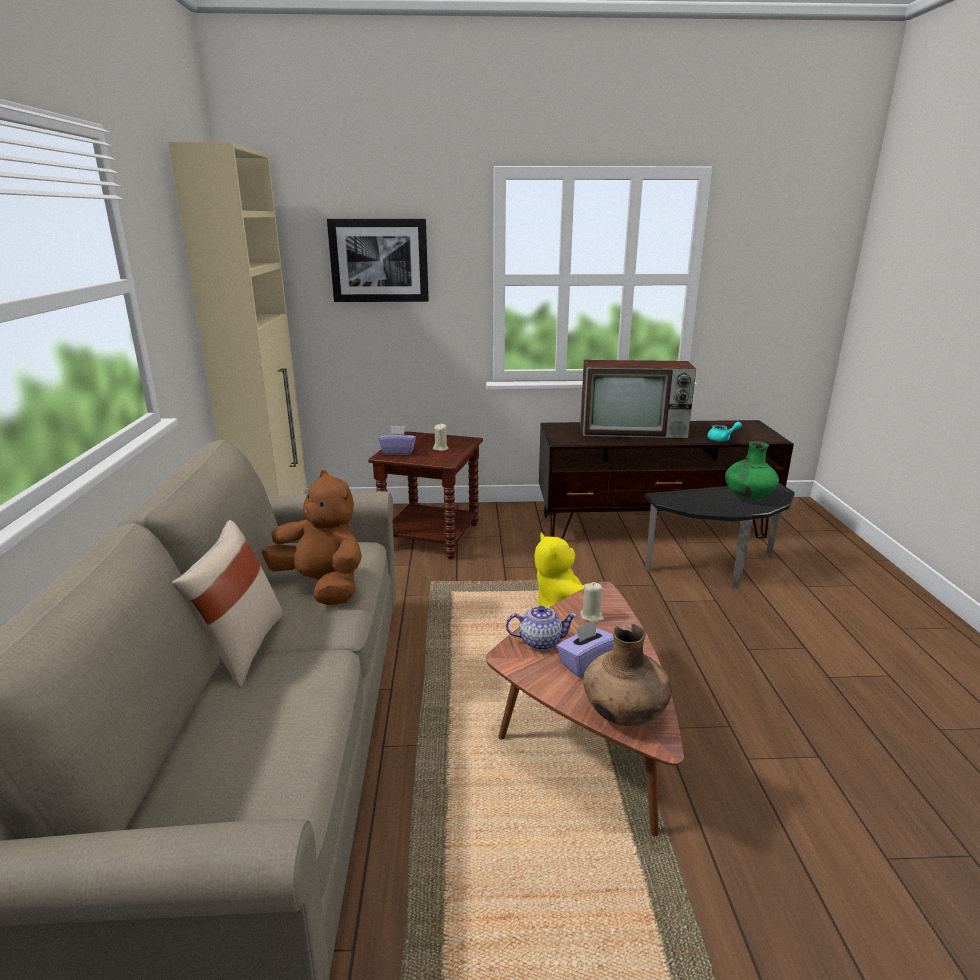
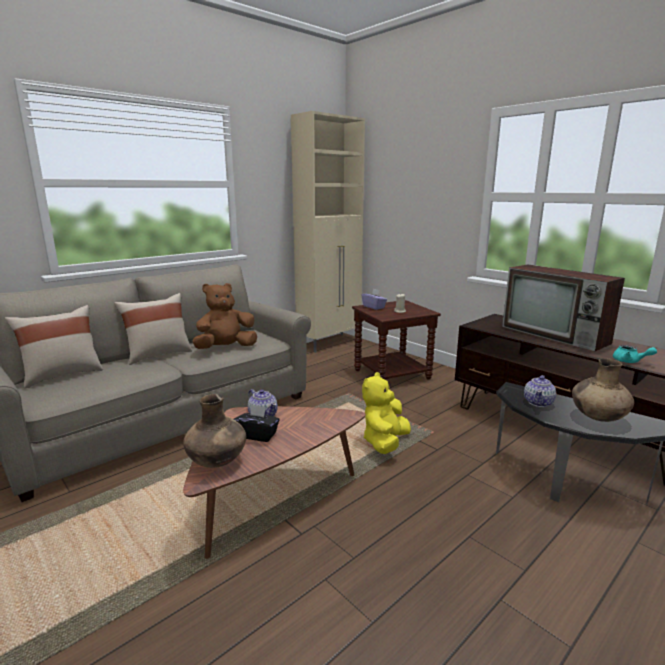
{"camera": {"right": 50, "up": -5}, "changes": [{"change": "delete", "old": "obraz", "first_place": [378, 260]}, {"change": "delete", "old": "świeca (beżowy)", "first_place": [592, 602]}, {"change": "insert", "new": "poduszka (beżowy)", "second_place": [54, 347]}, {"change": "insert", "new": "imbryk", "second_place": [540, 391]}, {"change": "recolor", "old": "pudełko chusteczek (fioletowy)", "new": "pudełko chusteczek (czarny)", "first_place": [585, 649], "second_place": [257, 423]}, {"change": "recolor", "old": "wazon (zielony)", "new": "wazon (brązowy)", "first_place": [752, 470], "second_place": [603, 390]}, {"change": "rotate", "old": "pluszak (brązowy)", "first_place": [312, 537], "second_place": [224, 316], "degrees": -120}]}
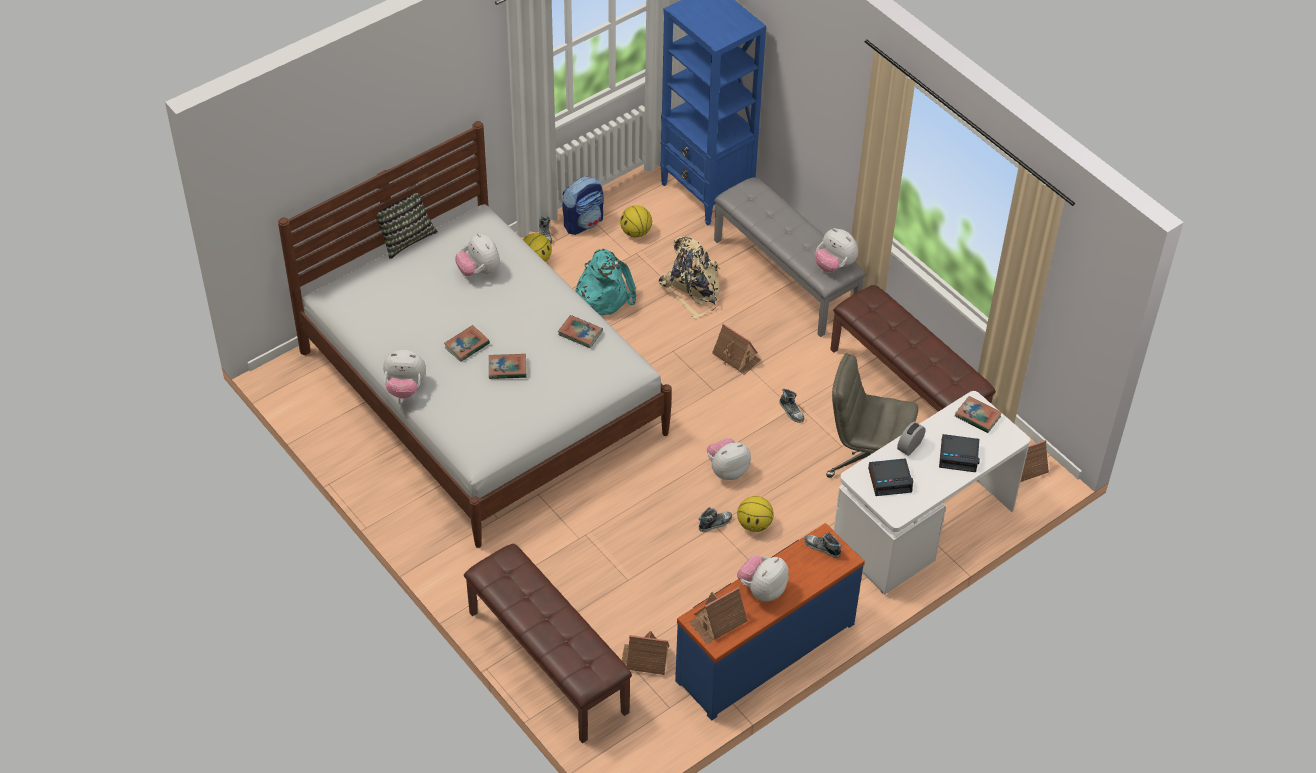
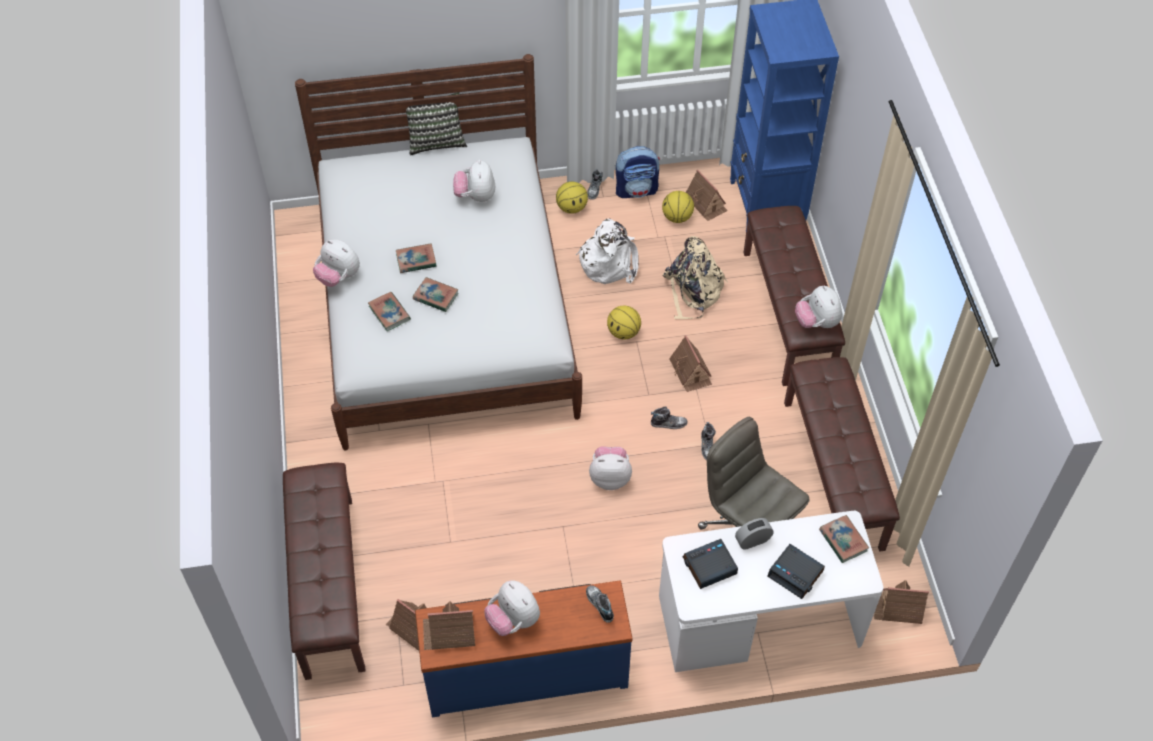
{"camera": {"right": 30, "up": 5}, "changes": [{"change": "insert", "new": "domek", "second_place": [707, 195]}, {"change": "move", "old": "książka", "first_place": [580, 331], "second_place": [389, 311]}, {"change": "move", "old": "but", "first_place": [715, 519], "second_place": [669, 417]}, {"change": "move", "old": "piłka do koszykówki", "first_place": [755, 514], "second_place": [624, 323]}, {"change": "recolor", "old": "plecak (turkusowy)", "new": "plecak (biały)", "first_place": [606, 282], "second_place": [607, 251]}, {"change": "recolor", "old": "ławka (szary)", "new": "ławka (brązowy)", "first_place": [790, 257], "second_place": [794, 296]}, {"change": "rotate", "old": "pluszak", "first_place": [763, 578], "second_place": [512, 608], "degrees": -105}, {"change": "rotate", "old": "budzik", "first_place": [890, 477], "second_place": [710, 564], "degrees": 135}]}
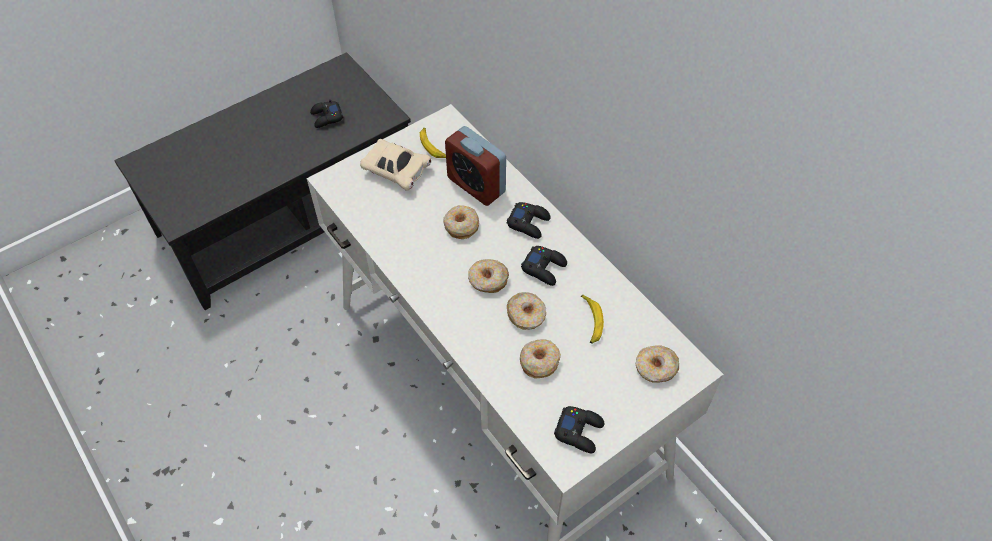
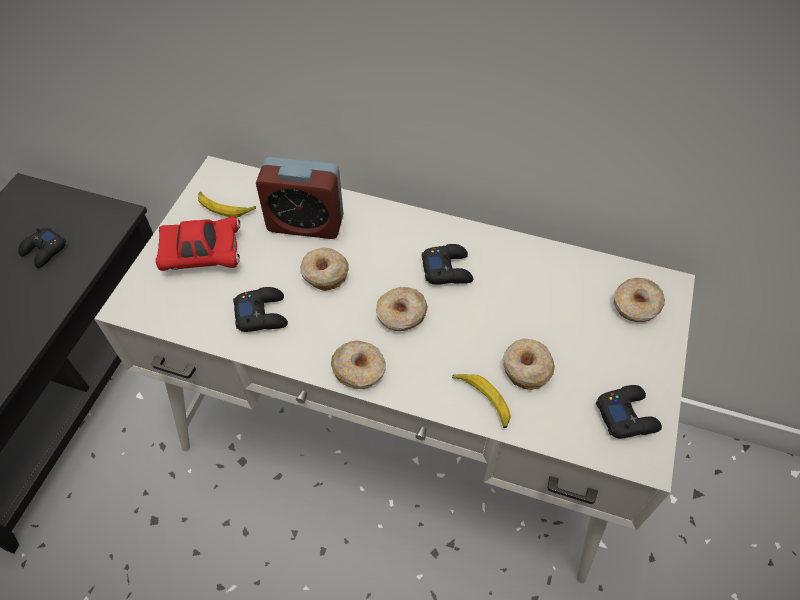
{"camera": {"right": -35, "up": 0}, "changes": [{"change": "move", "old": "pad do gier (czarny)", "first_place": [528, 220], "second_place": [260, 309]}, {"change": "move", "old": "donut", "first_place": [526, 311], "second_place": [358, 364]}, {"change": "move", "old": "banan", "first_place": [592, 319], "second_place": [481, 401]}, {"change": "recolor", "old": "samochodzik (beżowy)", "new": "samochodzik (czerwony)", "first_place": [396, 165], "second_place": [198, 243]}]}
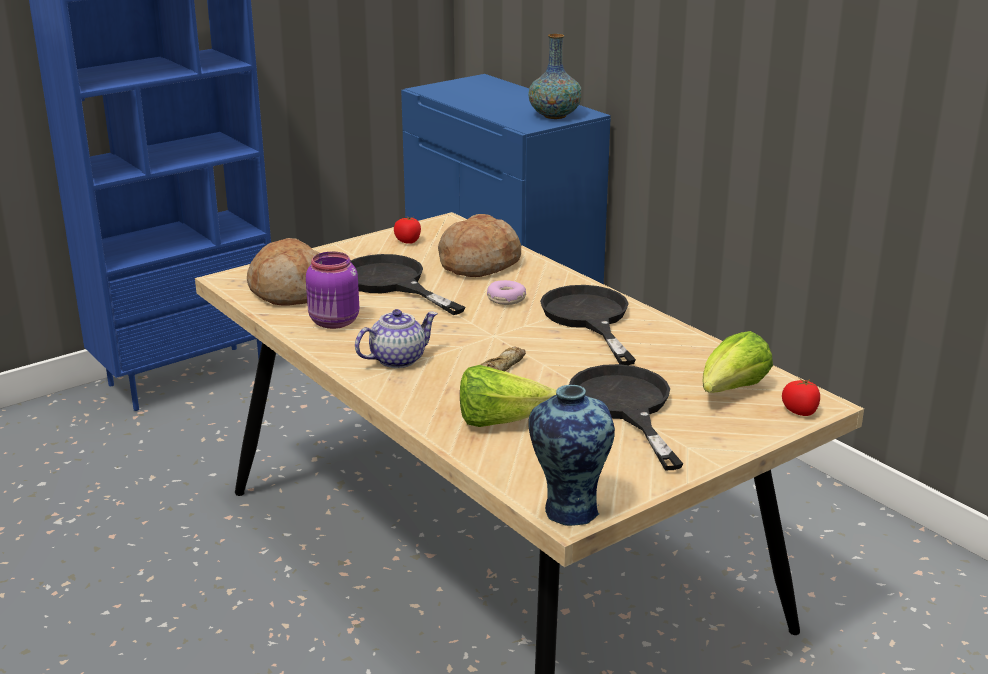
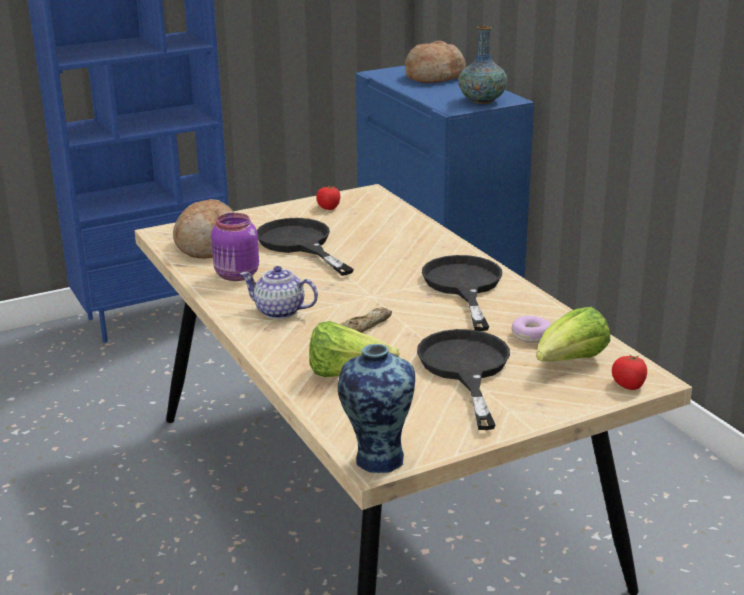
{"camera": {"right": 10, "up": 0}, "changes": [{"change": "move", "old": "chleb", "first_place": [479, 245], "second_place": [435, 62]}, {"change": "move", "old": "donut", "first_place": [506, 292], "second_place": [531, 329]}, {"change": "rotate", "old": "imbryk", "first_place": [396, 338], "second_place": [279, 292], "degrees": -135}]}
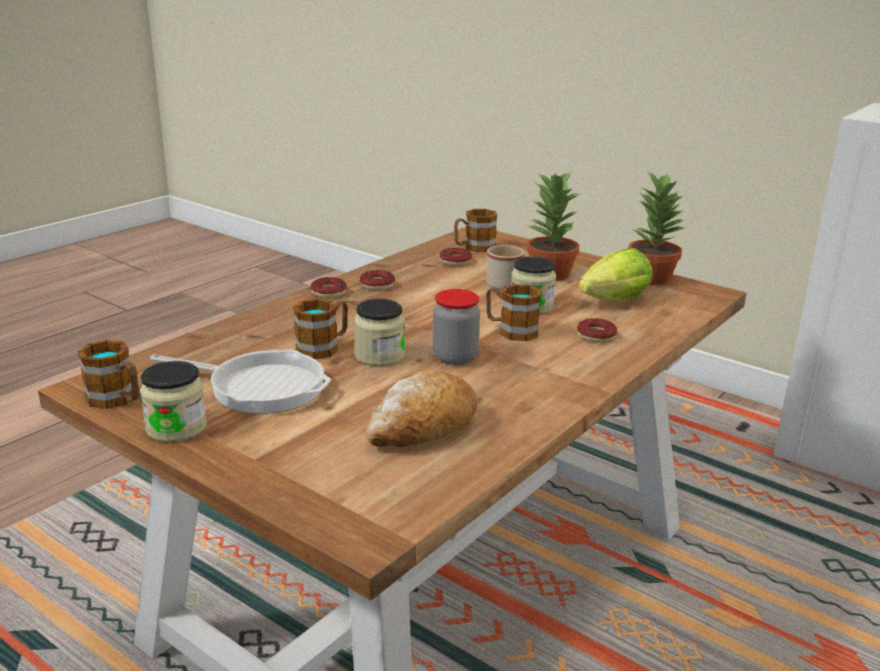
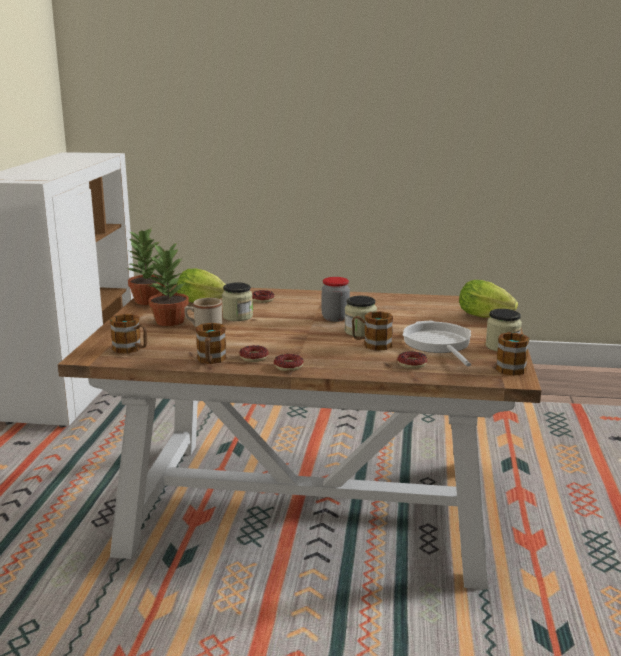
{"camera": {"right": -120, "up": -5}, "changes": [{"change": "delete", "old": "chleb", "first_place": [421, 408]}, {"change": "insert", "new": "sałata", "second_place": [488, 299]}, {"change": "move", "old": "donut", "first_place": [456, 257], "second_place": [412, 360]}, {"change": "move", "old": "kubek", "first_place": [513, 312], "second_place": [211, 343]}]}
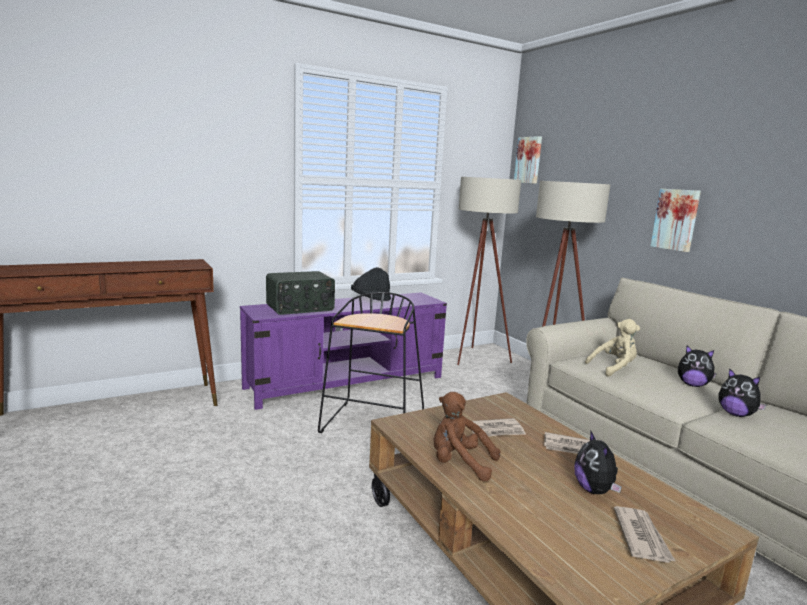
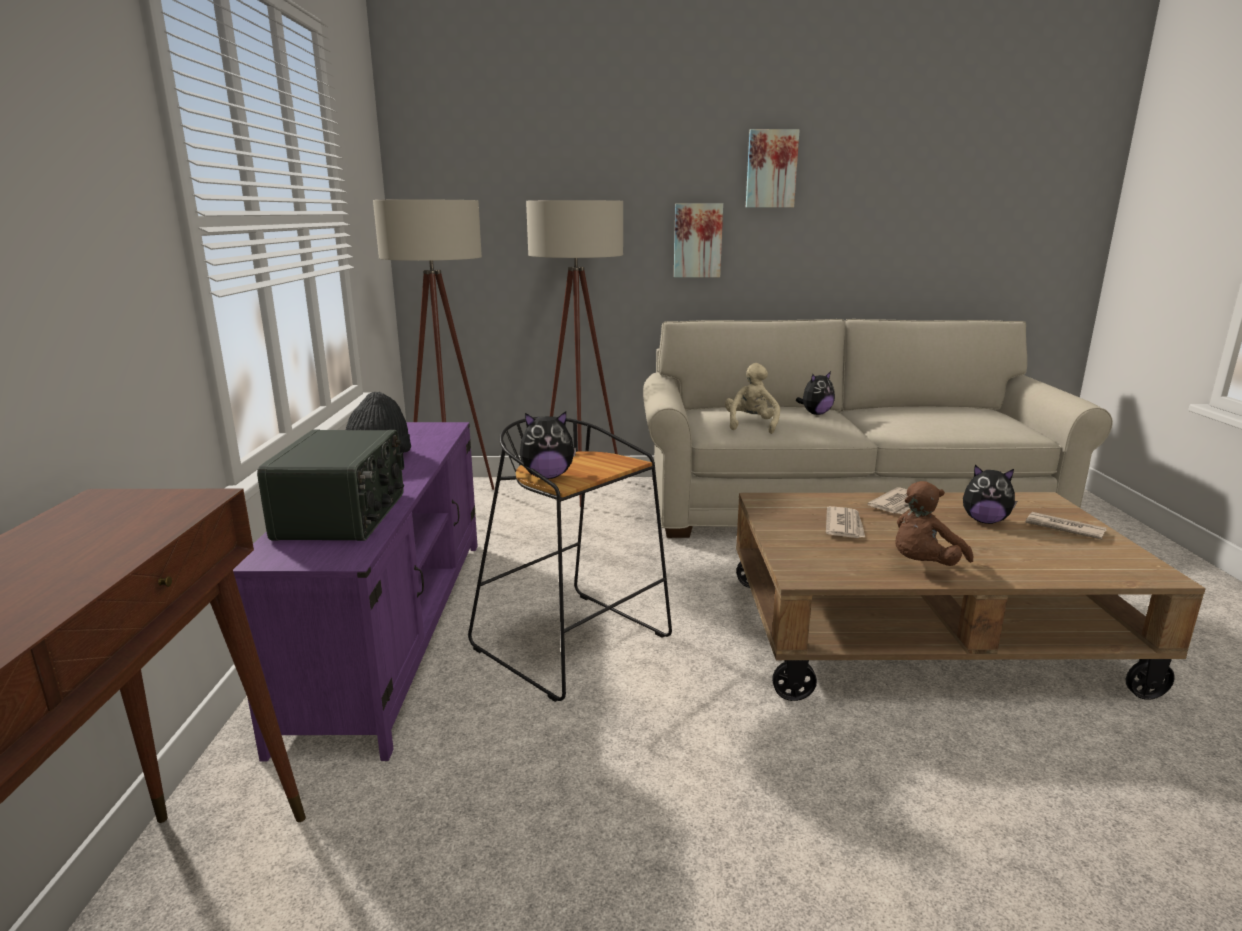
{"camera": {"right": -60, "up": 5}, "changes": [{"change": "move", "old": "obraz", "first_place": [528, 160], "second_place": [773, 168]}, {"change": "move", "old": "pluszak", "first_place": [742, 392], "second_place": [548, 445]}]}
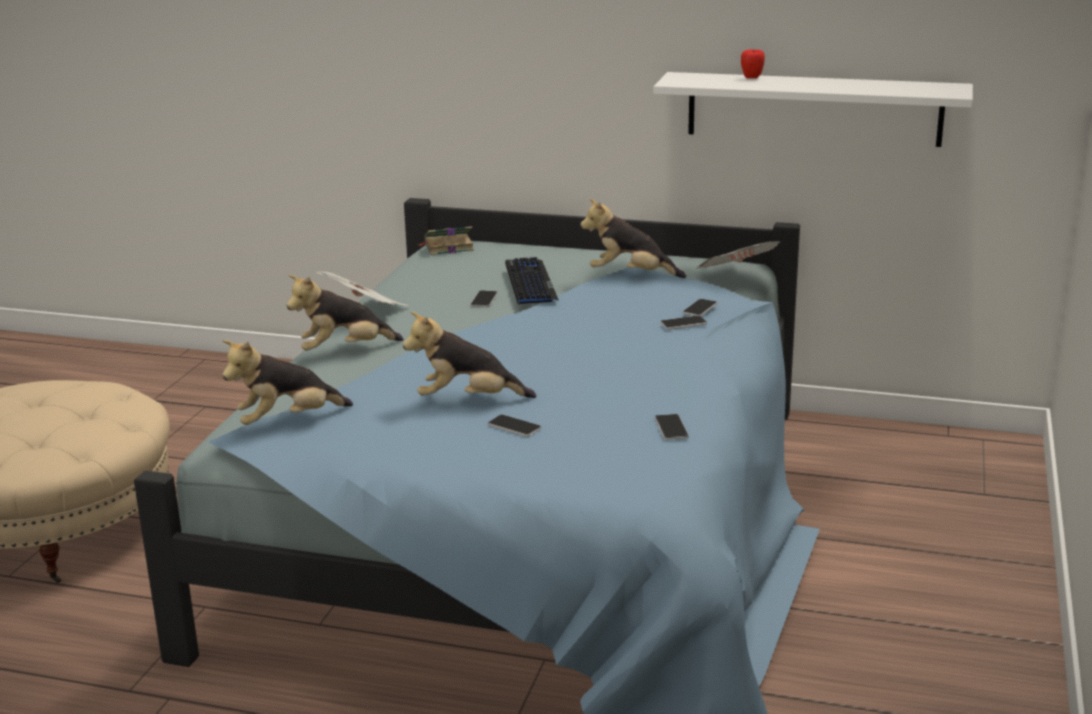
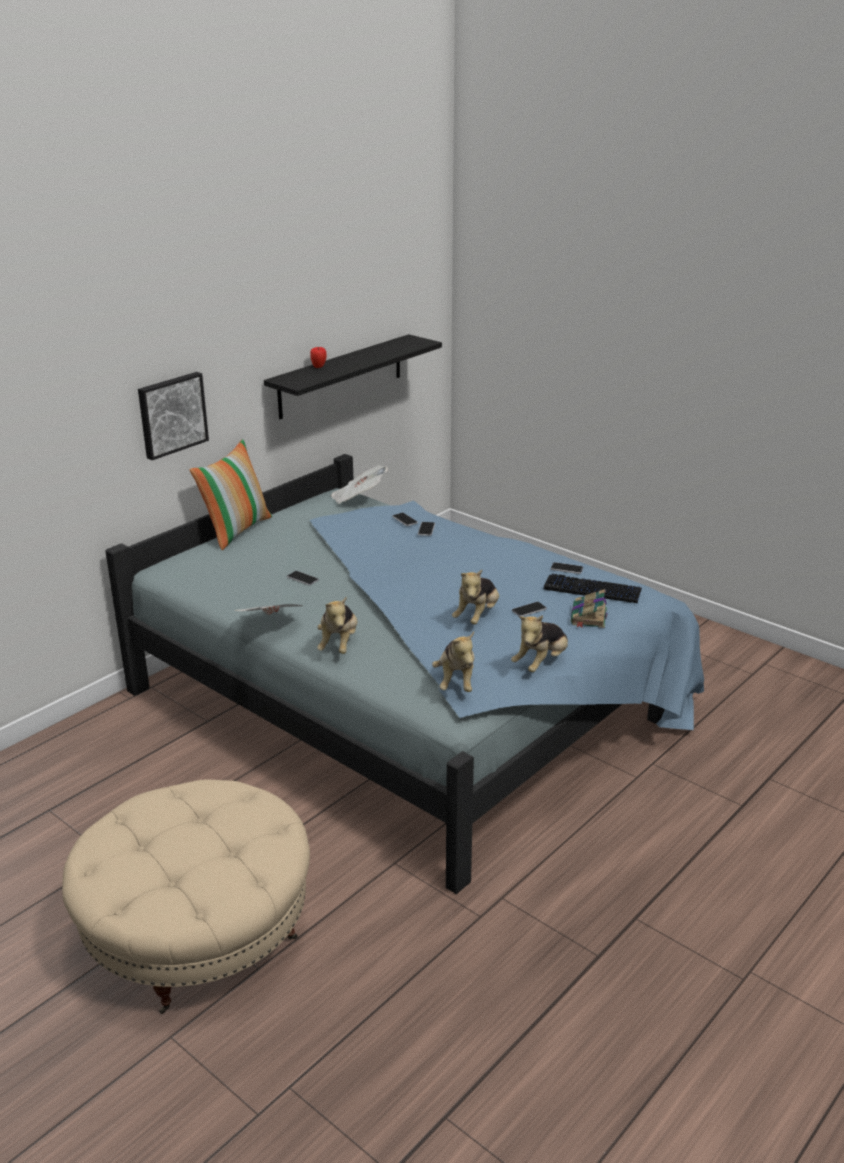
{"camera": {"right": -65, "up": 5}, "changes": [{"change": "insert", "new": "obraz", "second_place": [173, 416]}, {"change": "insert", "new": "poduszka", "second_place": [230, 494]}, {"change": "move", "old": "książka", "first_place": [445, 240], "second_place": [589, 608]}, {"change": "move", "old": "klawiatura", "first_place": [532, 280], "second_place": [593, 588]}, {"change": "move", "old": "pluszak", "first_place": [633, 238], "second_place": [539, 643]}, {"change": "recolor", "old": "półka (biały)", "new": "półka (czarny)", "first_place": [813, 109], "second_place": [353, 376]}]}
